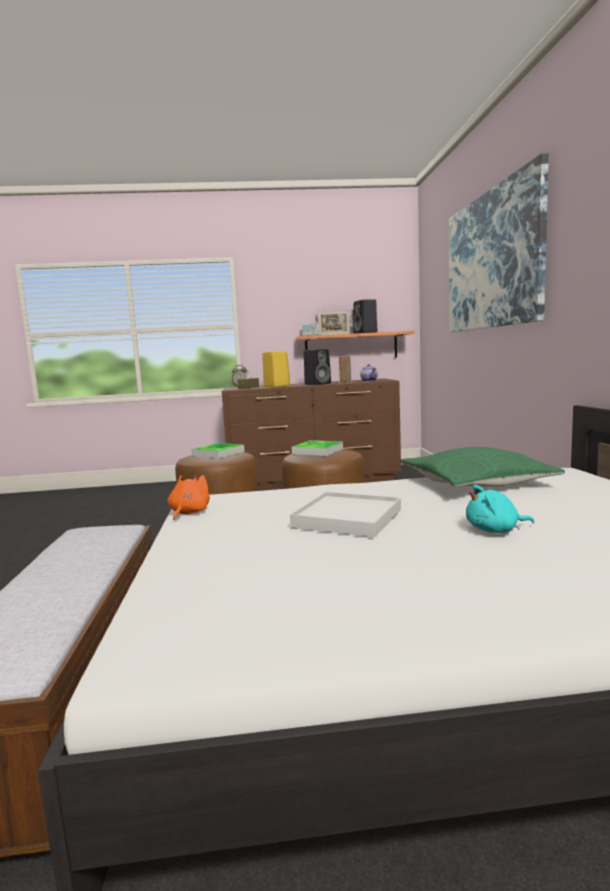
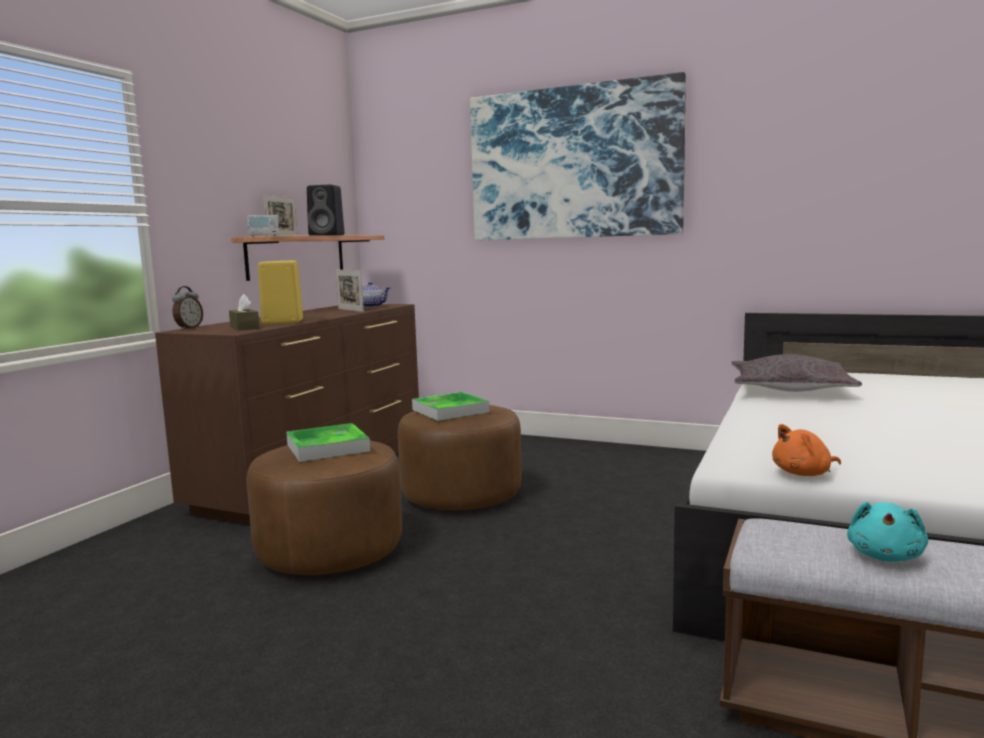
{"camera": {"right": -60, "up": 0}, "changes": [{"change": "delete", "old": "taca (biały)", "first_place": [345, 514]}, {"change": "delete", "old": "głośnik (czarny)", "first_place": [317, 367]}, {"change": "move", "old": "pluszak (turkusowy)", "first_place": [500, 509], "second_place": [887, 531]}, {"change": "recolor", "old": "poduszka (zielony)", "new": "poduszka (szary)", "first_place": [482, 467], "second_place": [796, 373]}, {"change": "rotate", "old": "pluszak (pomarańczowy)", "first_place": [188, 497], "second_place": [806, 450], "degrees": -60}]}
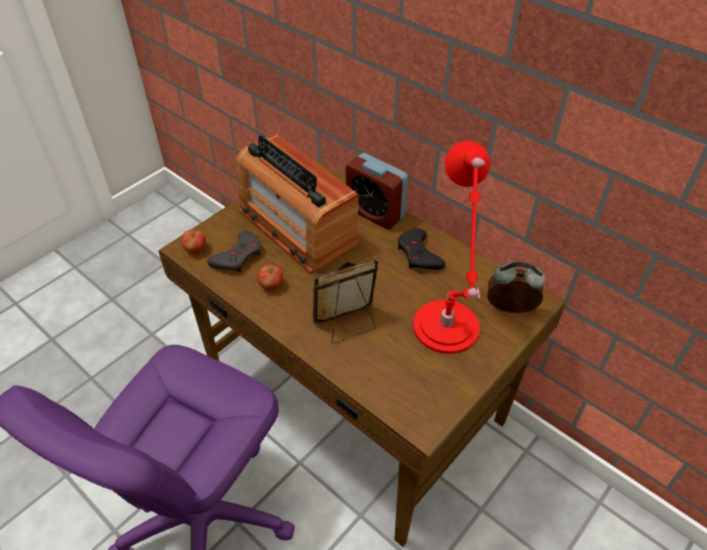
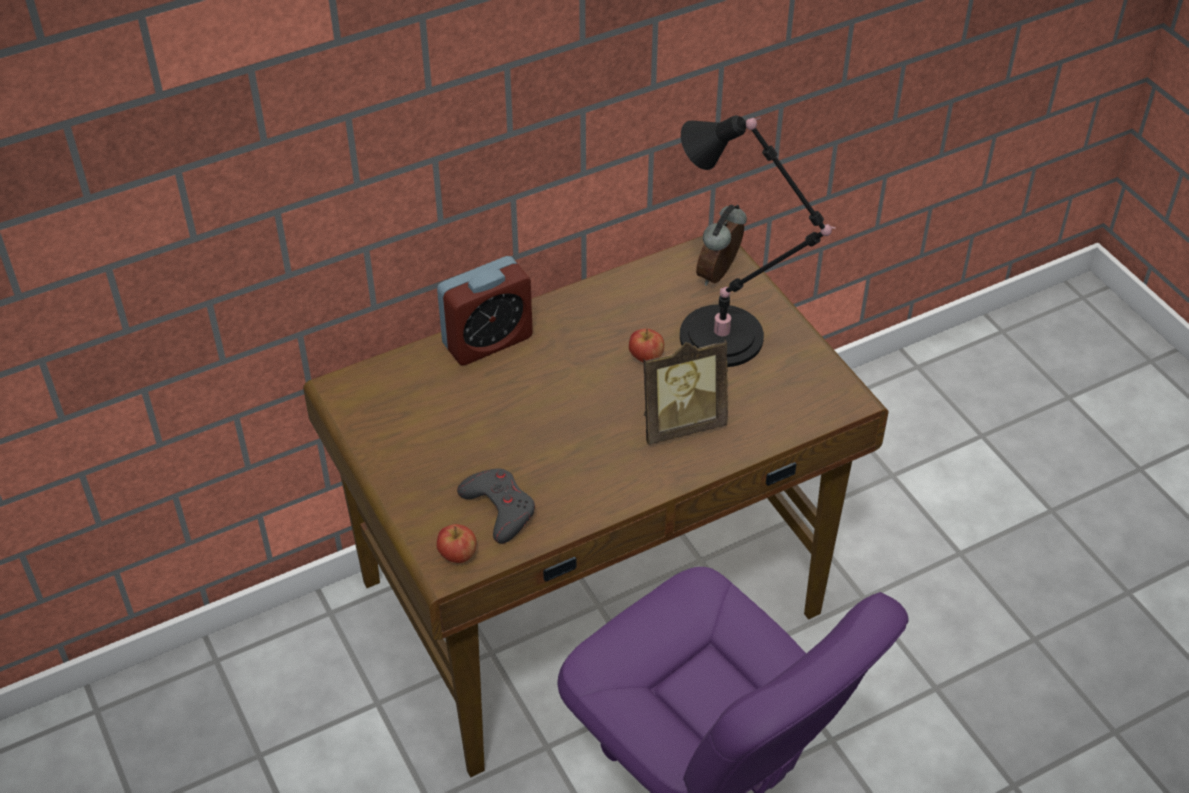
{"camera": {"right": -70, "up": 0}, "changes": [{"change": "delete", "old": "radio", "first_place": [296, 203]}, {"change": "delete", "old": "pad do gier (czarny)", "first_place": [421, 249]}, {"change": "move", "old": "jabłko", "first_place": [270, 277], "second_place": [646, 346]}, {"change": "recolor", "old": "lampa stołowa (czerwony)", "new": "lampa stołowa (czarny)", "first_place": [451, 247], "second_place": [758, 241]}, {"change": "rotate", "old": "ramka na zdjęcie", "first_place": [345, 300], "second_place": [685, 392], "degrees": -105}]}
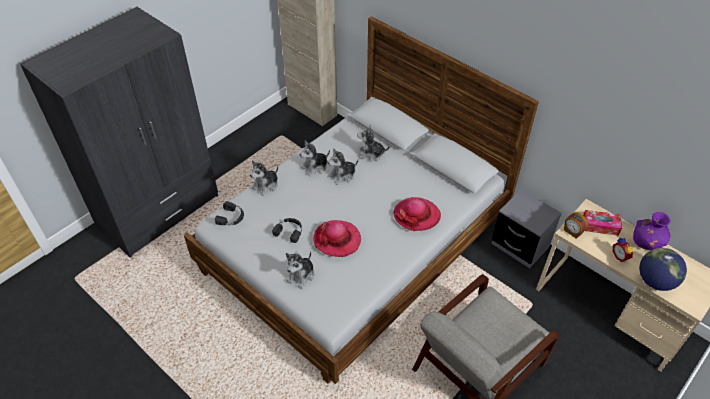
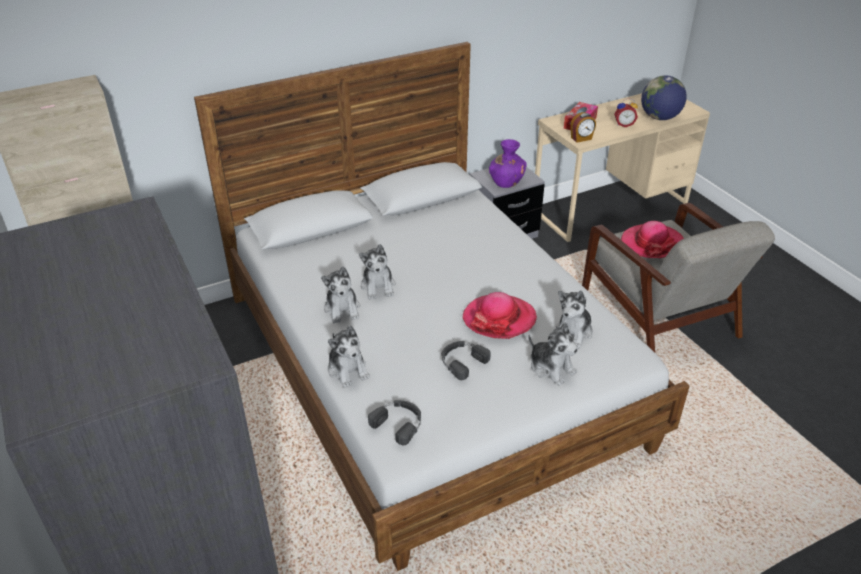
{"camera": {"right": -70, "up": -10}, "changes": [{"change": "move", "old": "pluszak", "first_place": [373, 143], "second_place": [574, 319]}, {"change": "move", "old": "kapelusz", "first_place": [417, 214], "second_place": [652, 239]}, {"change": "move", "old": "wazon (fioletowy)", "first_place": [652, 231], "second_place": [508, 163]}]}
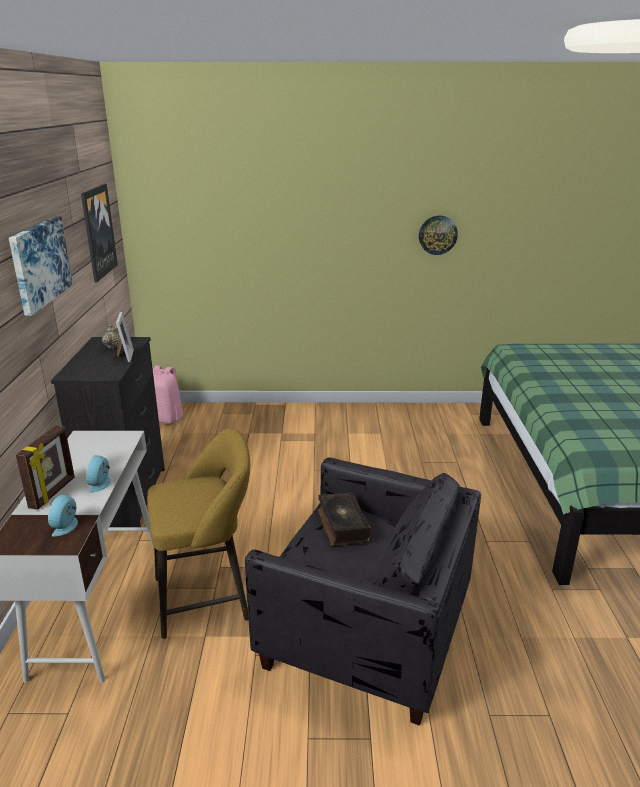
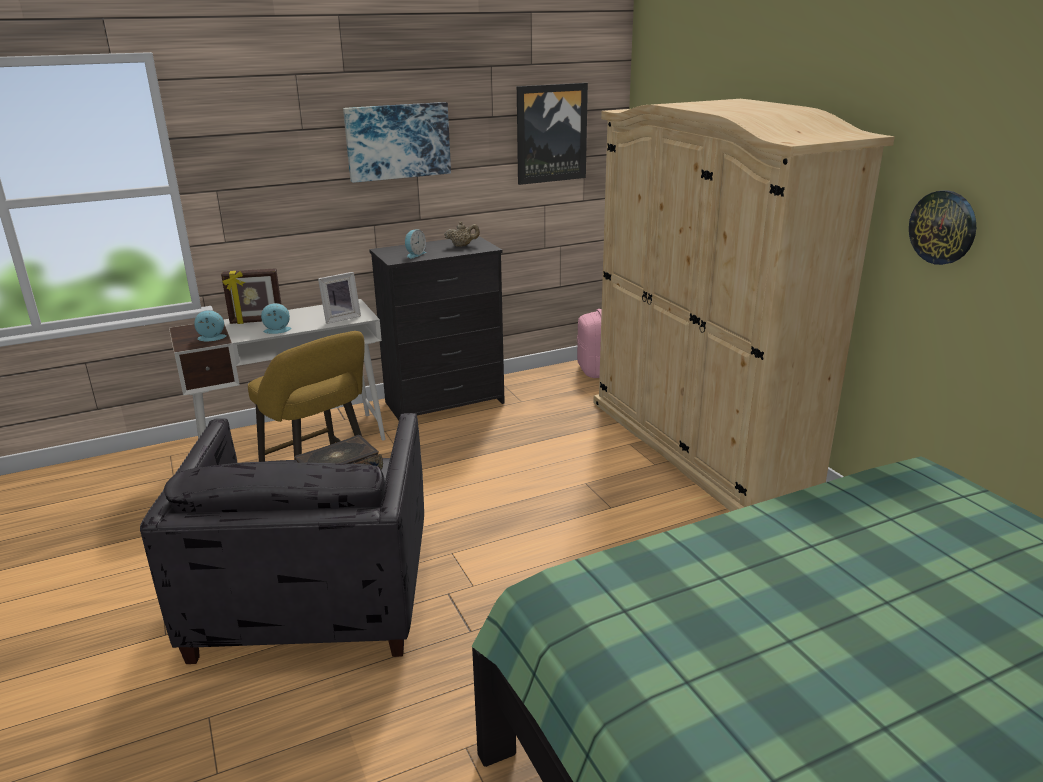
{"camera": {"right": 65, "up": 0}, "changes": [{"change": "insert", "new": "budzik", "second_place": [415, 243]}, {"change": "insert", "new": "szafa (beżowy)", "second_place": [744, 305]}, {"change": "move", "old": "ramka na zdjęcie", "first_place": [125, 337], "second_place": [339, 298]}]}
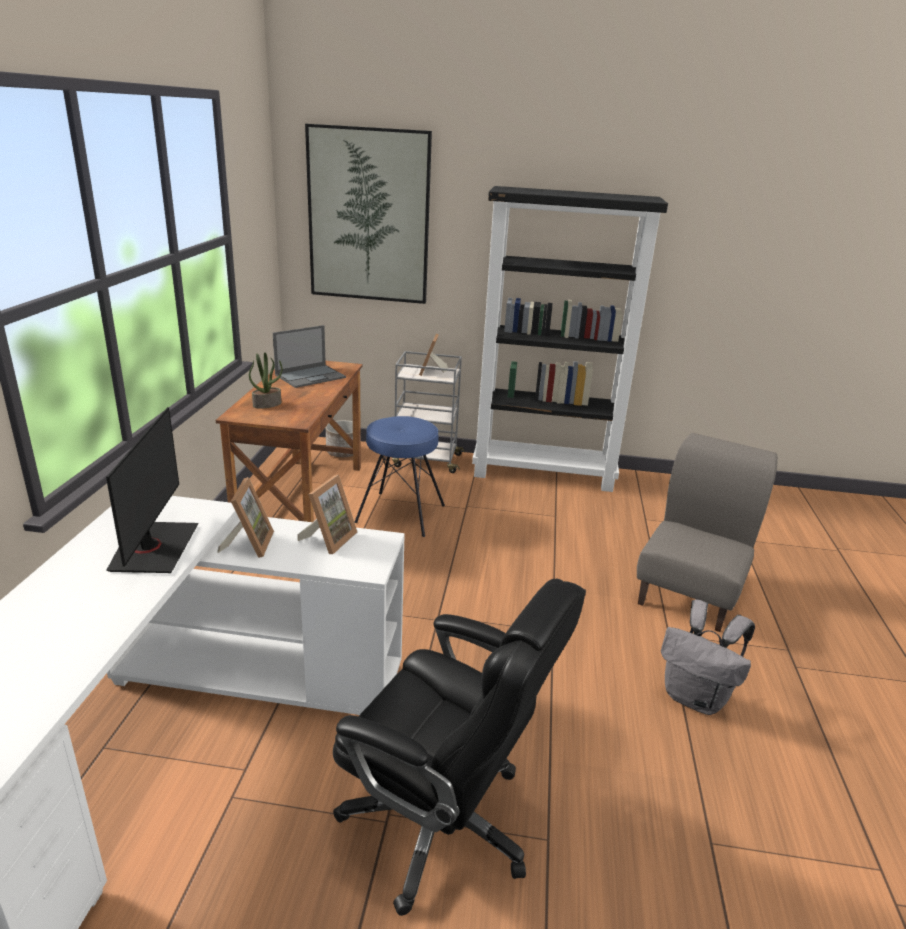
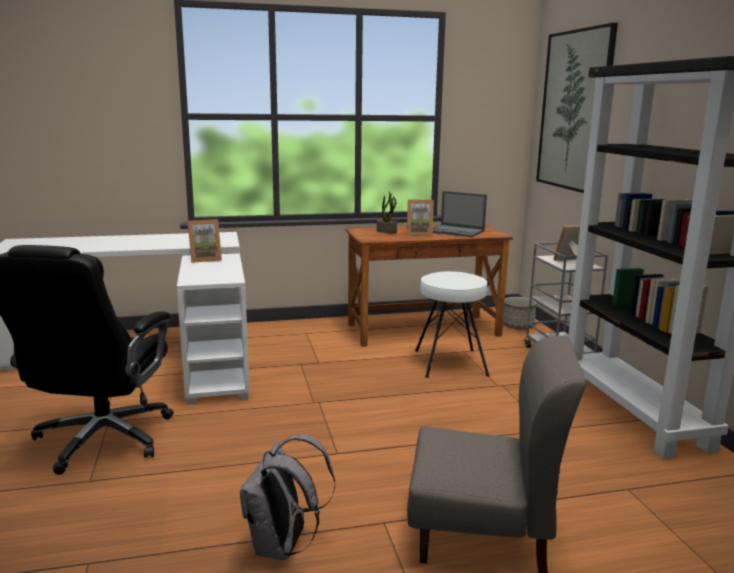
{"camera": {"right": 70, "up": -10}, "changes": [{"change": "delete", "old": "monitor", "first_place": [152, 490]}, {"change": "move", "old": "ramka na zdjęcie", "first_place": [327, 514], "second_place": [420, 217]}, {"change": "recolor", "old": "stołek (niebieski)", "new": "stołek (biały)", "first_place": [399, 476], "second_place": [452, 324]}]}
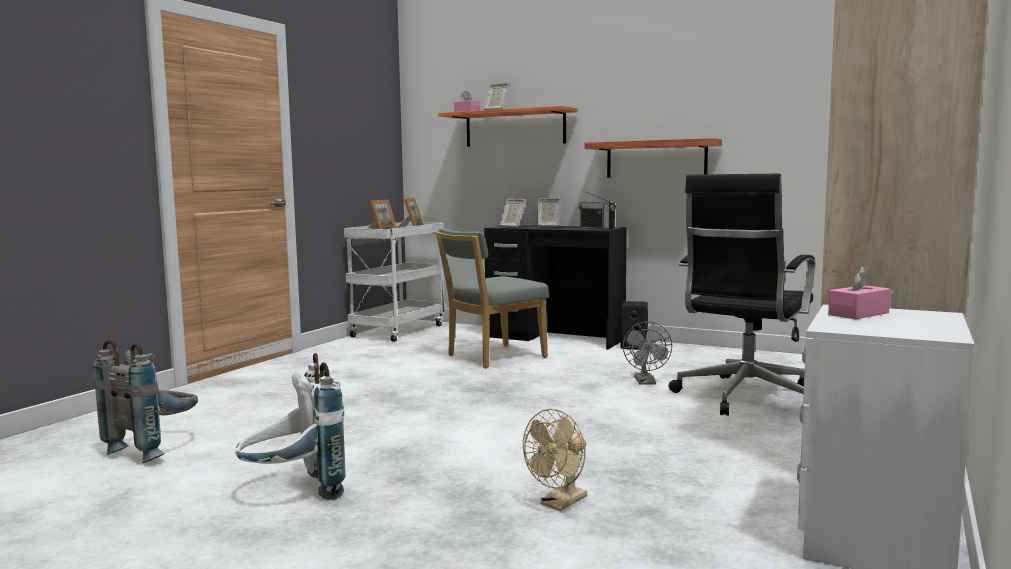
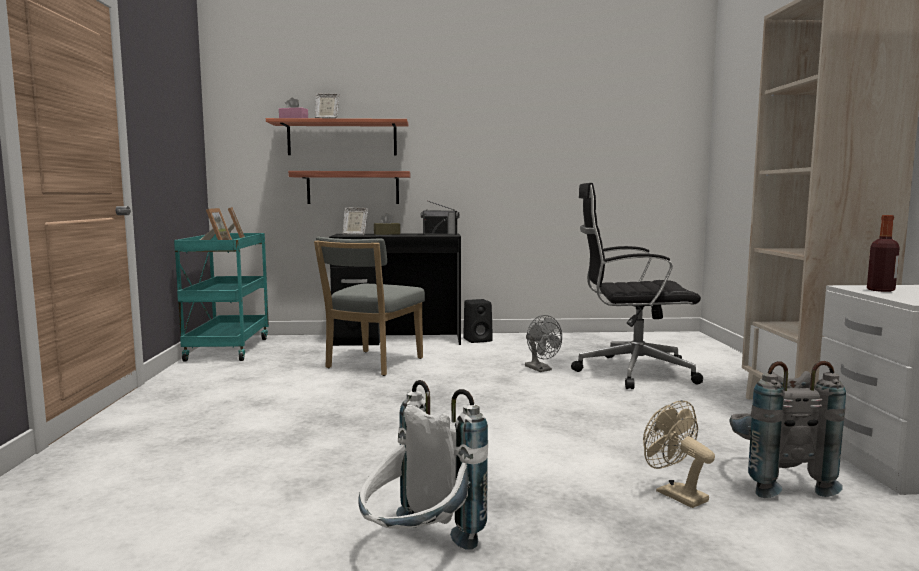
{"camera": {"right": -30, "up": 0}, "changes": [{"change": "move", "old": "plecak (szary)", "first_place": [145, 401], "second_place": [787, 429]}, {"change": "move", "old": "półka", "first_place": [653, 158], "second_place": [349, 187]}, {"change": "replace", "old": "ramka na zdjęcie", "new": "pudełko chusteczek (brązowy)", "first_place": [549, 212], "second_place": [387, 224]}, {"change": "replace", "old": "pudełko chusteczek (różowy)", "new": "butelka", "first_place": [859, 292], "second_place": [883, 253]}, {"change": "recolor", "old": "wózek (biały)", "new": "wózek (turkusowy)", "first_place": [395, 282], "second_place": [221, 297]}, {"change": "rotate", "old": "wentylator (beżowy)", "first_place": [555, 460], "second_place": [679, 454], "degrees": 135}, {"change": "rotate", "old": "krzesło biurowe (czarny)", "first_place": [742, 295], "second_place": [637, 286], "degrees": 90}]}
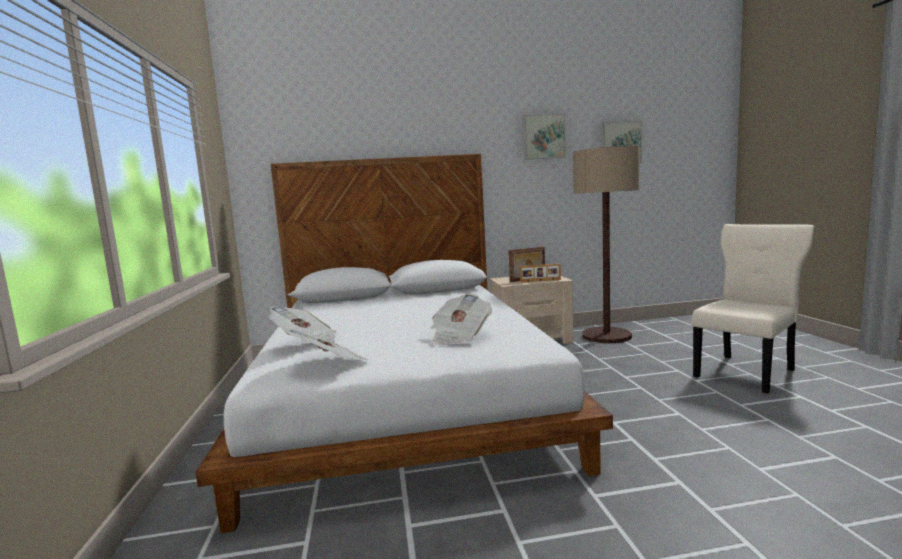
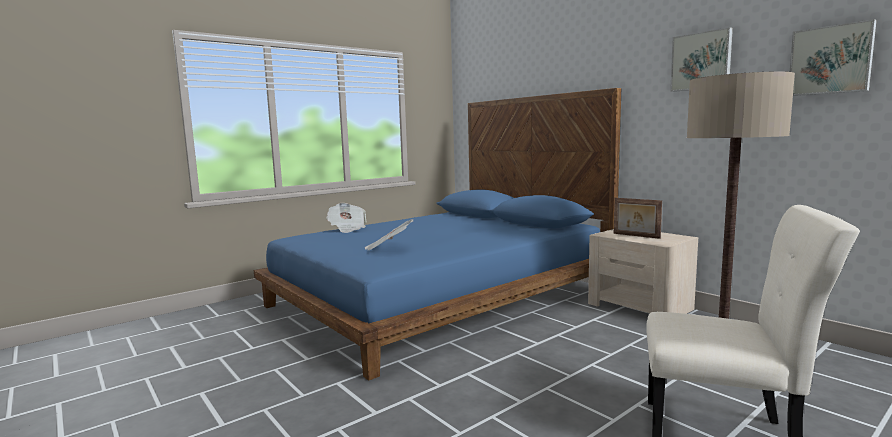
{"camera": {"right": 60, "up": 0}, "changes": [{"change": "delete", "old": "gazeta", "first_place": [329, 345]}, {"change": "delete", "old": "ramka na zdjęcie", "first_place": [540, 273]}, {"change": "recolor", "old": "łóżko (biały)", "new": "łóżko (niebieski)", "first_place": [404, 343], "second_place": [437, 234]}]}
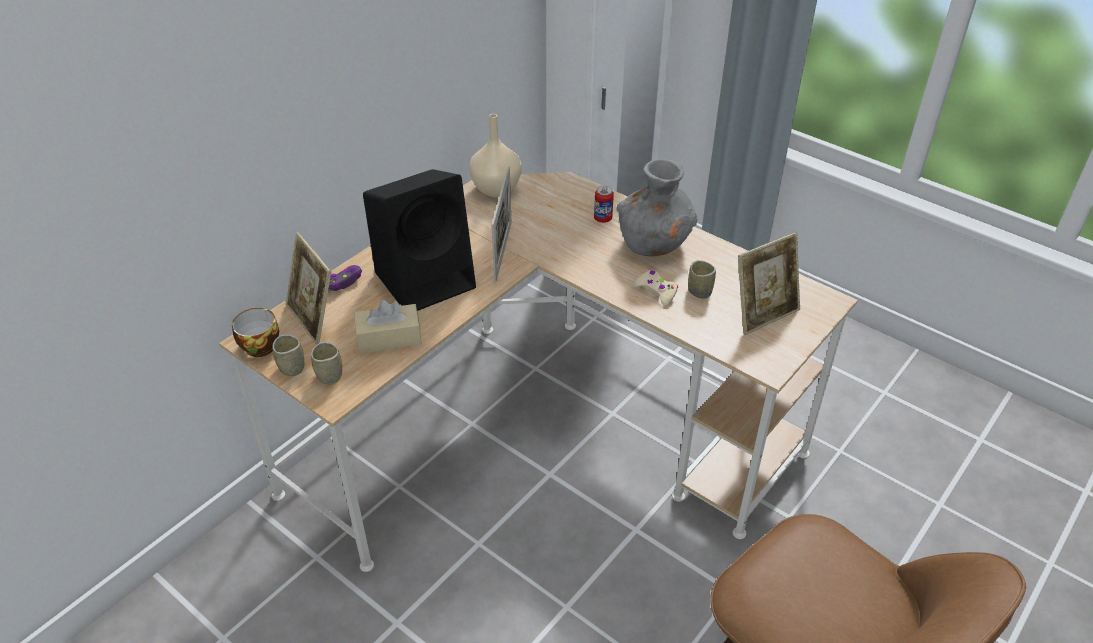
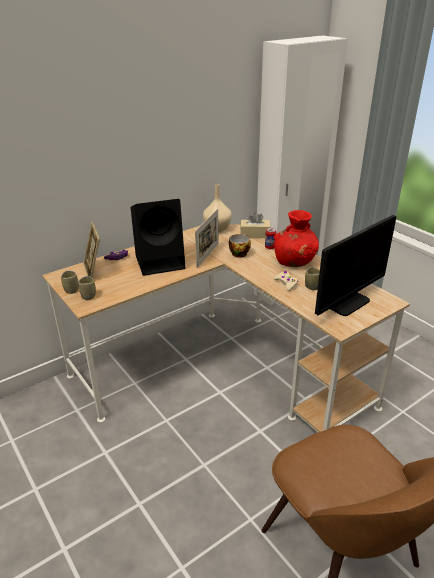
{"camera": {"right": 15, "up": -10}, "changes": [{"change": "move", "old": "filiżanka", "first_place": [255, 332], "second_place": [240, 246]}, {"change": "move", "old": "pudełko chusteczek (beżowy)", "first_place": [388, 326], "second_place": [255, 225]}, {"change": "replace", "old": "ramka na zdjęcie", "new": "monitor", "first_place": [769, 283], "second_place": [355, 265]}, {"change": "recolor", "old": "wazon (szary)", "new": "wazon (czerwony)", "first_place": [657, 208], "second_place": [296, 238]}]}
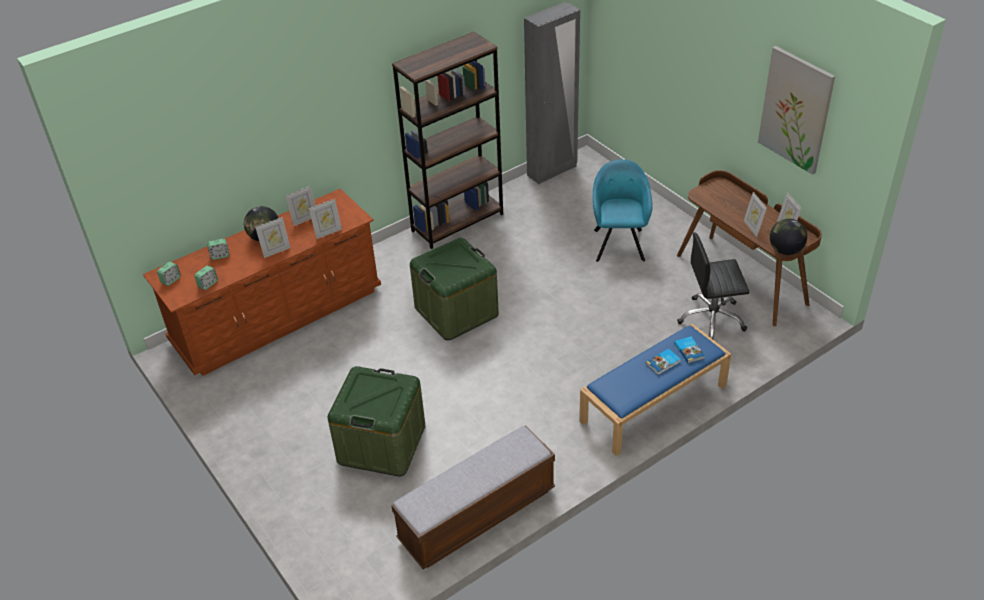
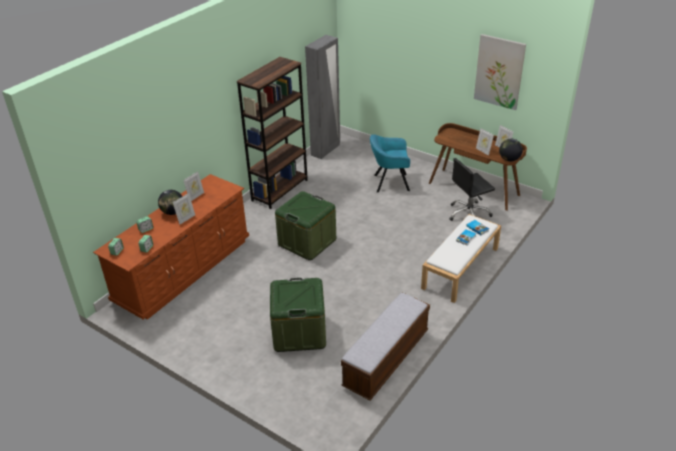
{"camera": {"right": -20, "up": -5}, "changes": [{"change": "delete", "old": "ramka na zdjęcie", "first_place": [325, 219]}, {"change": "recolor", "old": "ławka (niebieski)", "new": "ławka (biały)", "first_place": [655, 390], "second_place": [461, 258]}, {"change": "rotate", "old": "fotel (turkusowy)", "first_place": [623, 210], "second_place": [390, 163], "degrees": -75}]}
